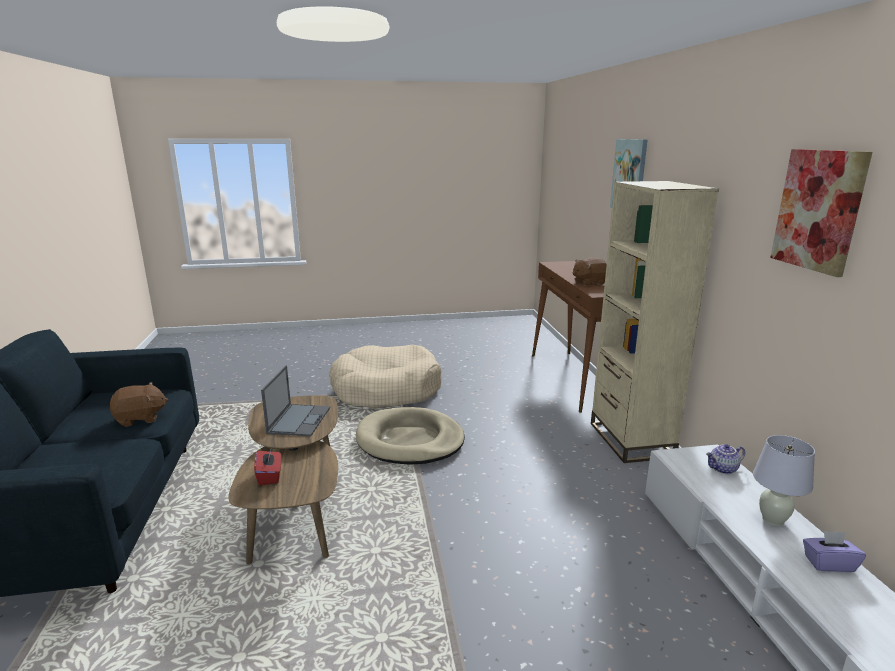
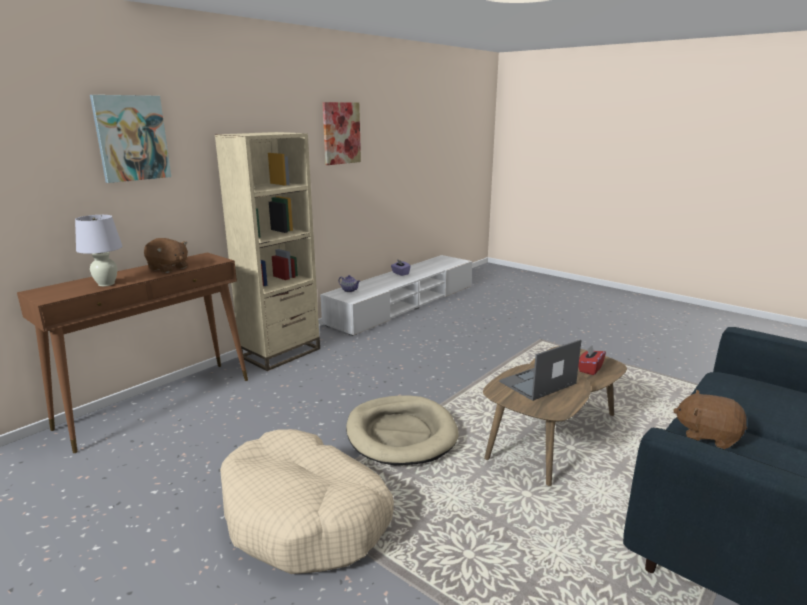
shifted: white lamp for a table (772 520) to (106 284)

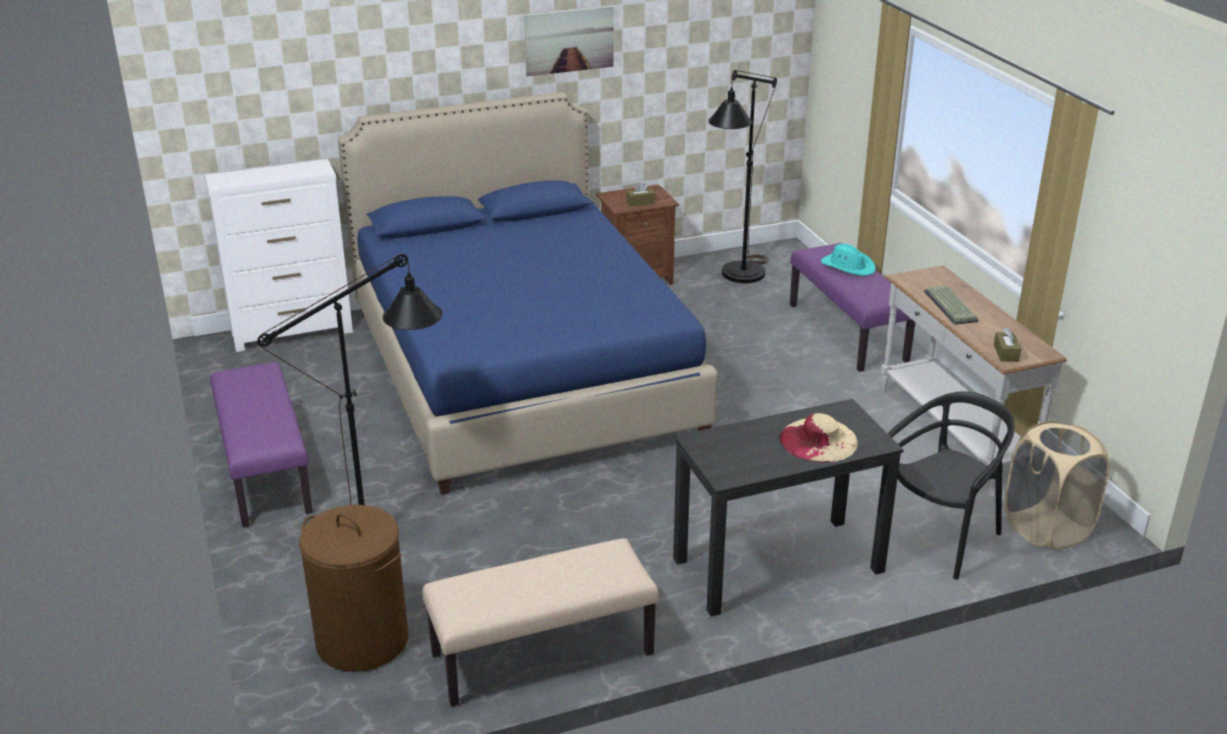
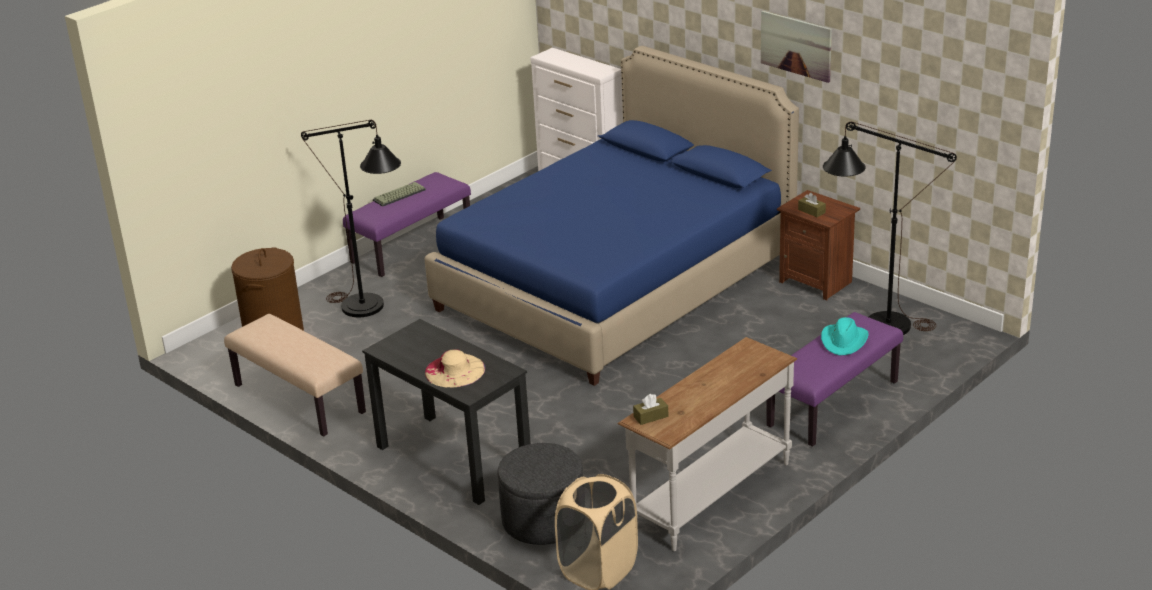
shifted: PC keyboard (952 306) to (399 195)
swapped: black plain chair (940 537) to gray footrest (543 520)

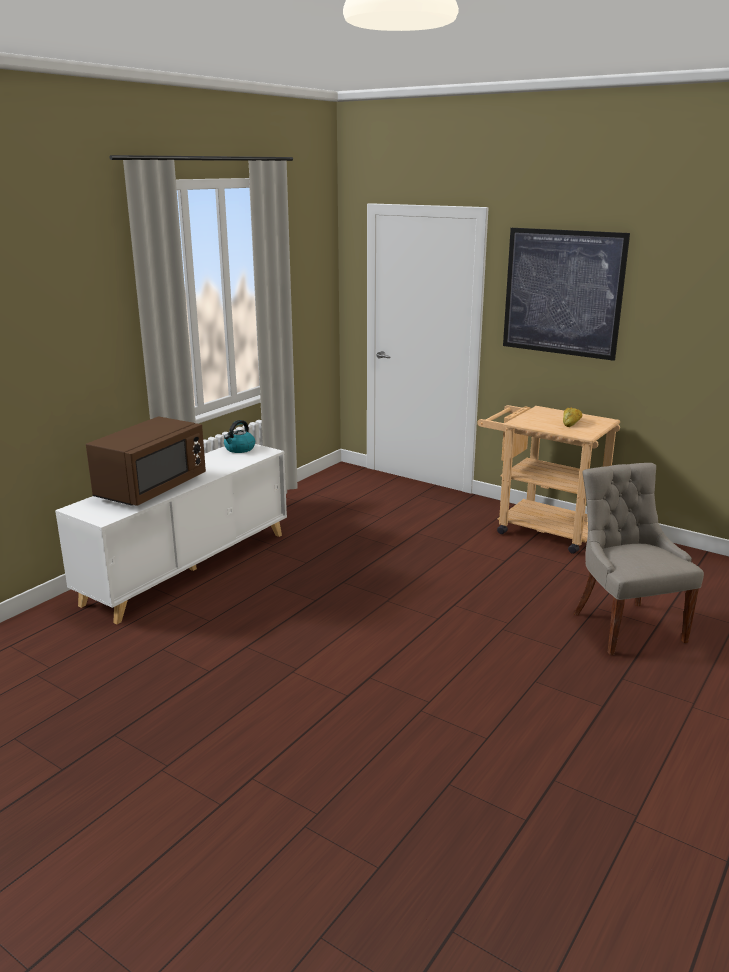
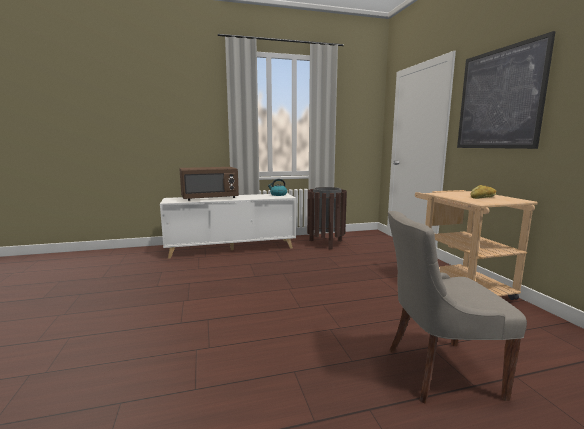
new: brownish trash can (326 243)
rotated: gray plain chair (625 626) = (438 371) 120 degrees counterclockwise

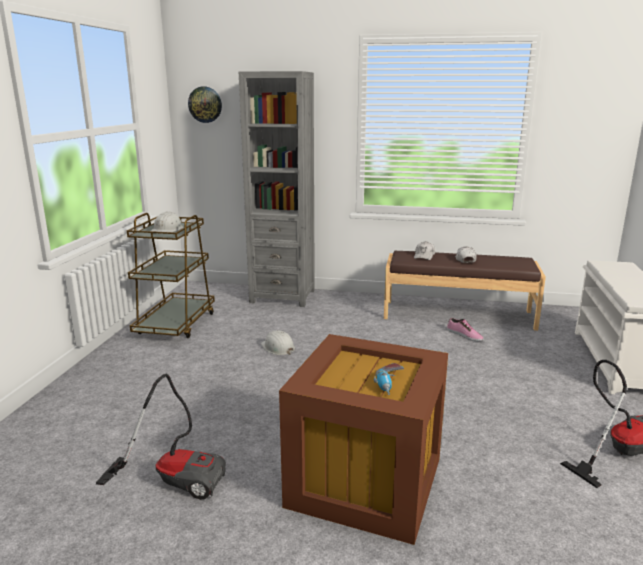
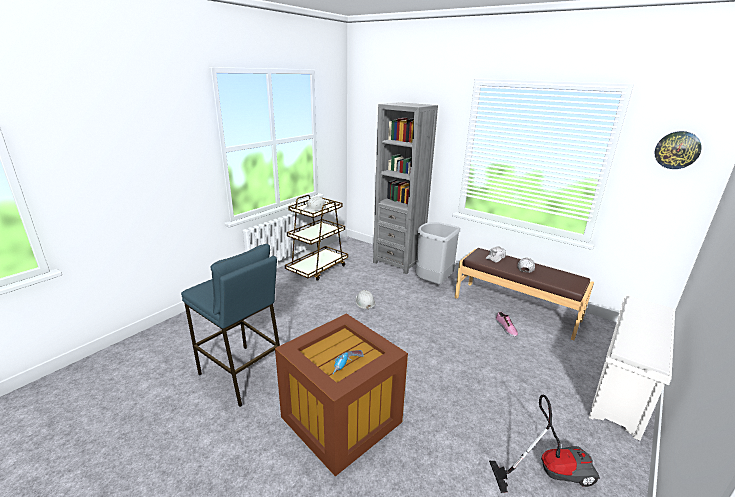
new: gray trash can (433 282)
shifted: hanging clock (205 104) to (677 150)
swapped: vacuum cleaner (176 478) to bluish sitting stool (242 375)

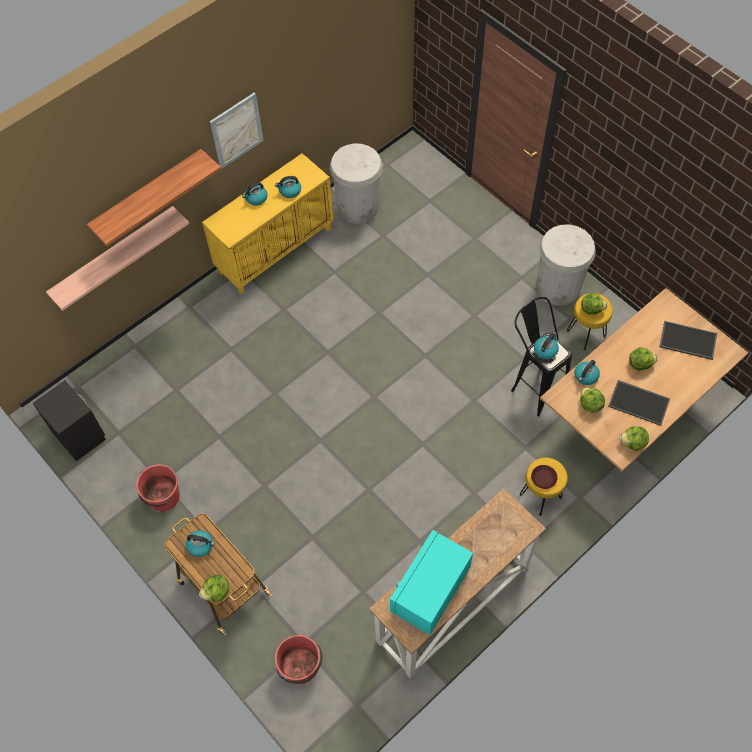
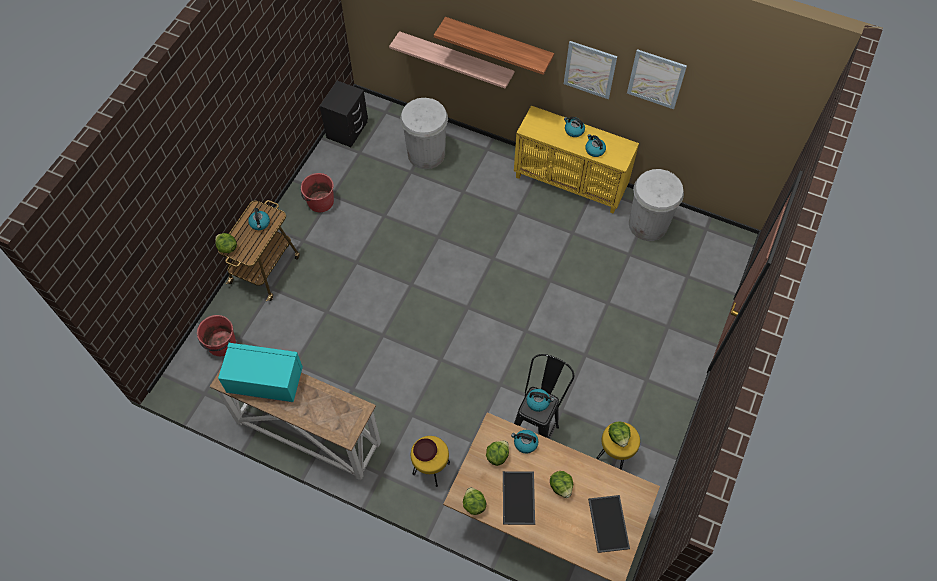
new: wall art (656 79)
shifted: white trash can (558 287) to (426 154)

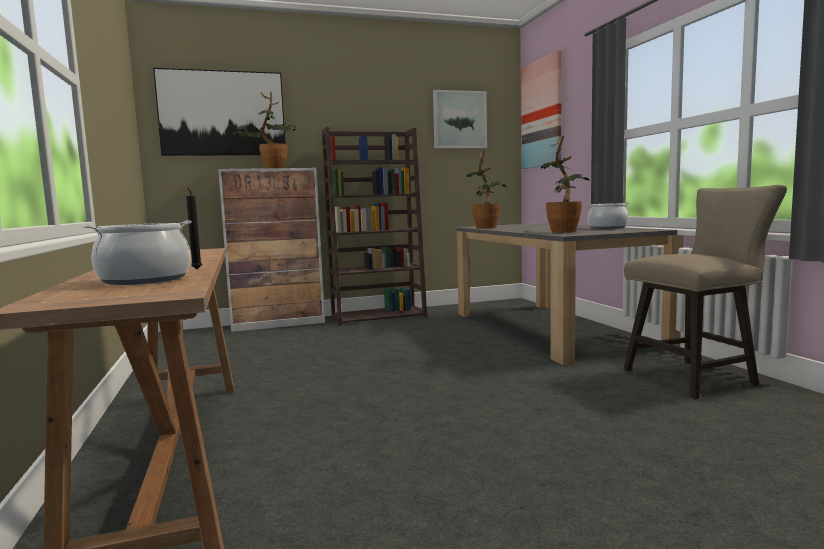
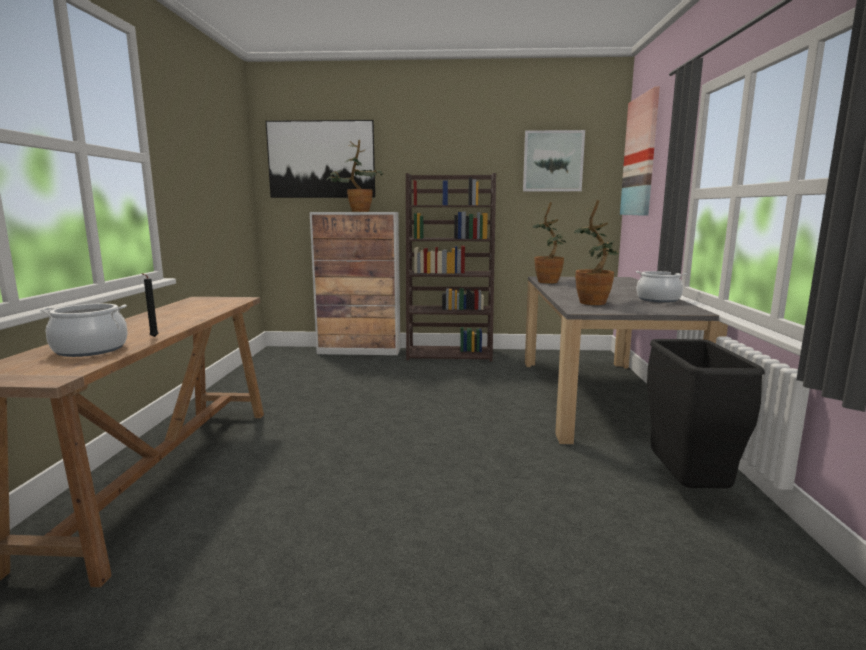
swapped: sand-coloured sitting stool (696 376) to black trash can (687 487)

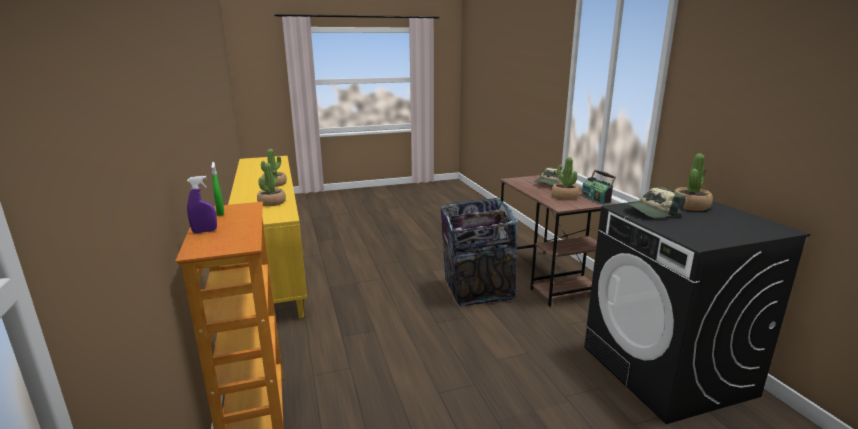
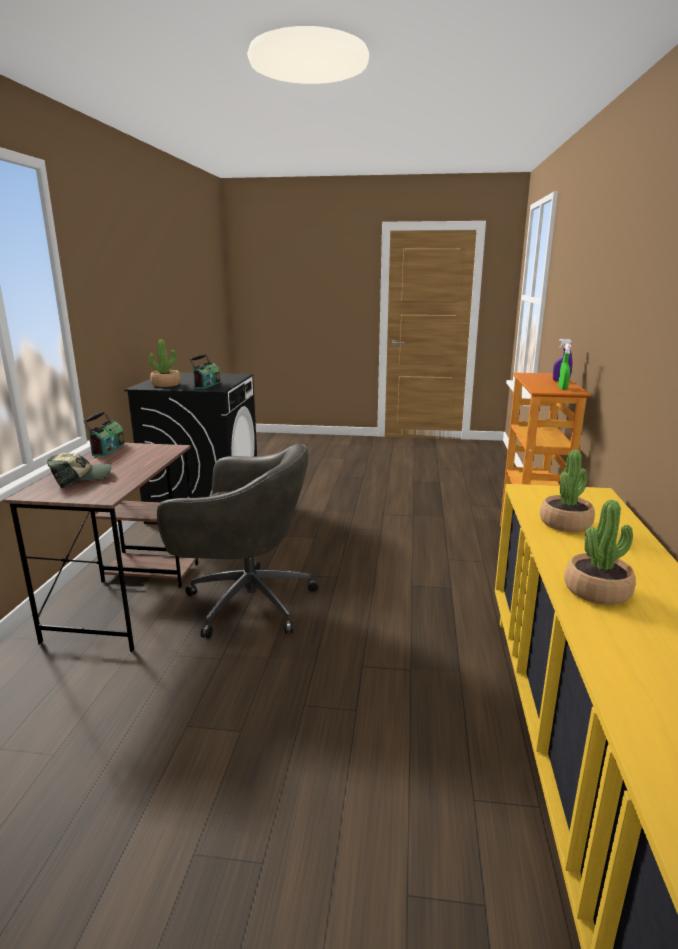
gone: plant in a pot (564 196)
swapped: trash can (477 291) to gray office chair (246 602); peaked cap (652 212) to radio set (206 385)

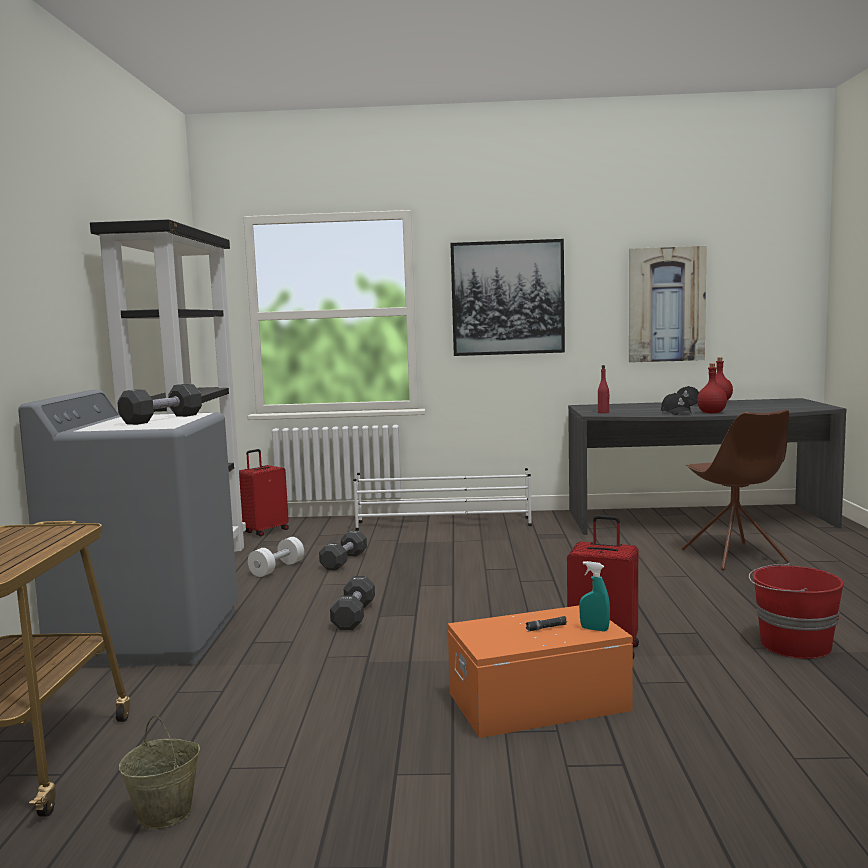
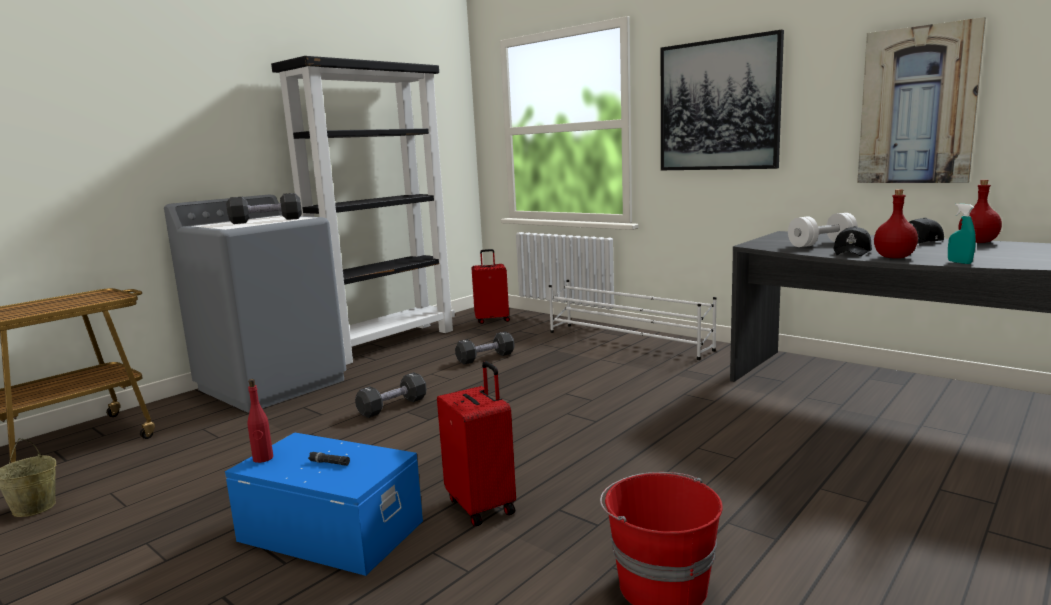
gone: brownish plain chair (734 556)
shifted: red drink bottle (603 412) to (263 458); white dumbbell (277 569) to (821 244); turquoise hand sprayer (594 629) to (959 262)
repainted: orange-coloured storage box (536 701) to bluish storage box (331 529)

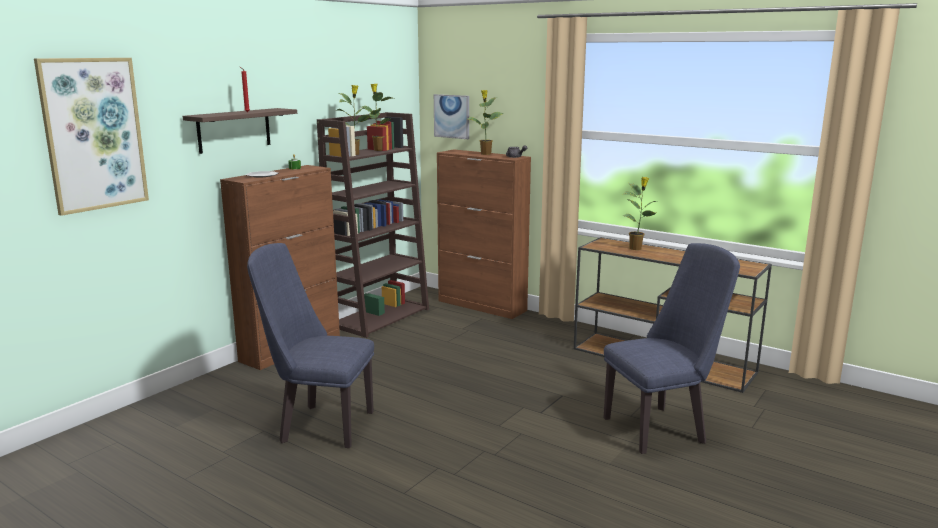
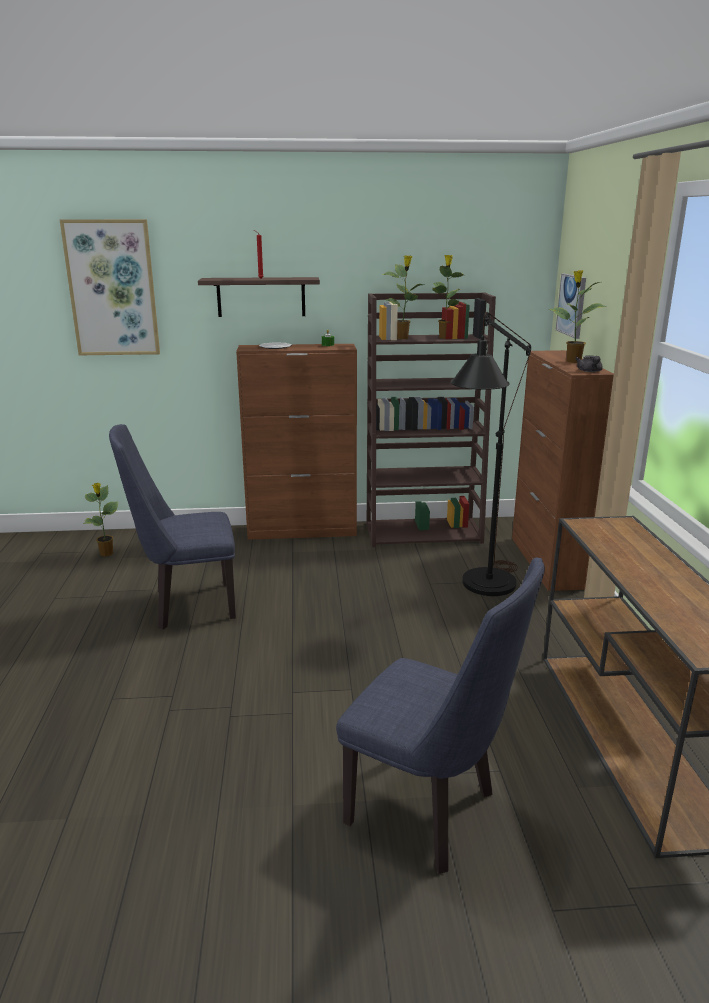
new: black standing lamp (482 589)
shifted: plant in a pot (636 248) to (106 554)
rotated: bluish plain chair (319 425) = (186 606) 75 degrees counterclockwise

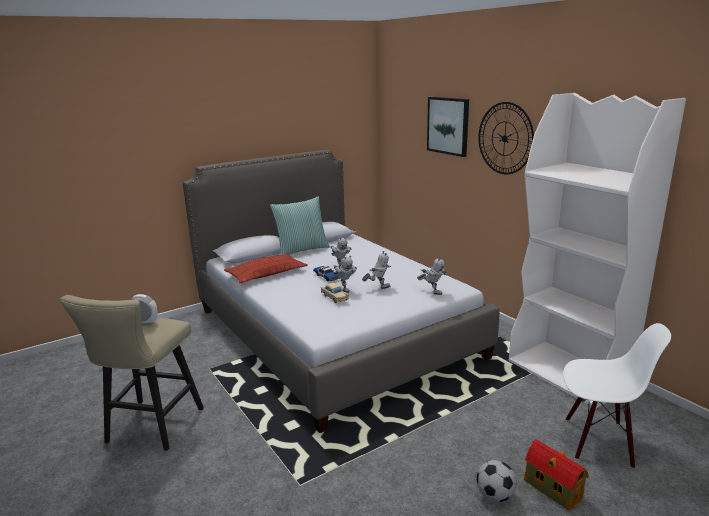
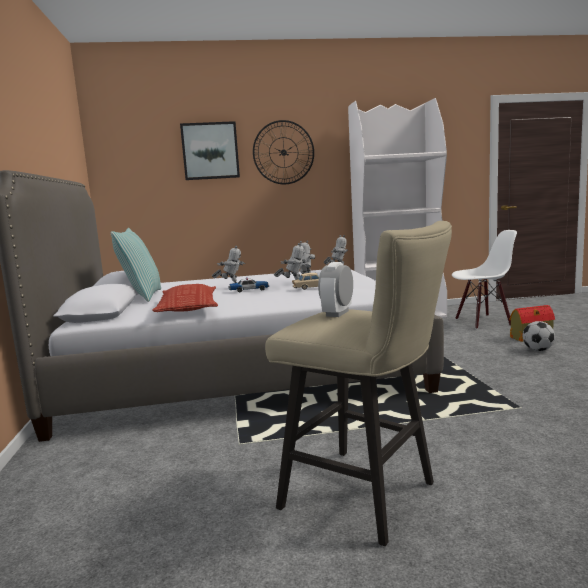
rotated: white plain chair (598 441) = (483 322) 45 degrees clockwise

